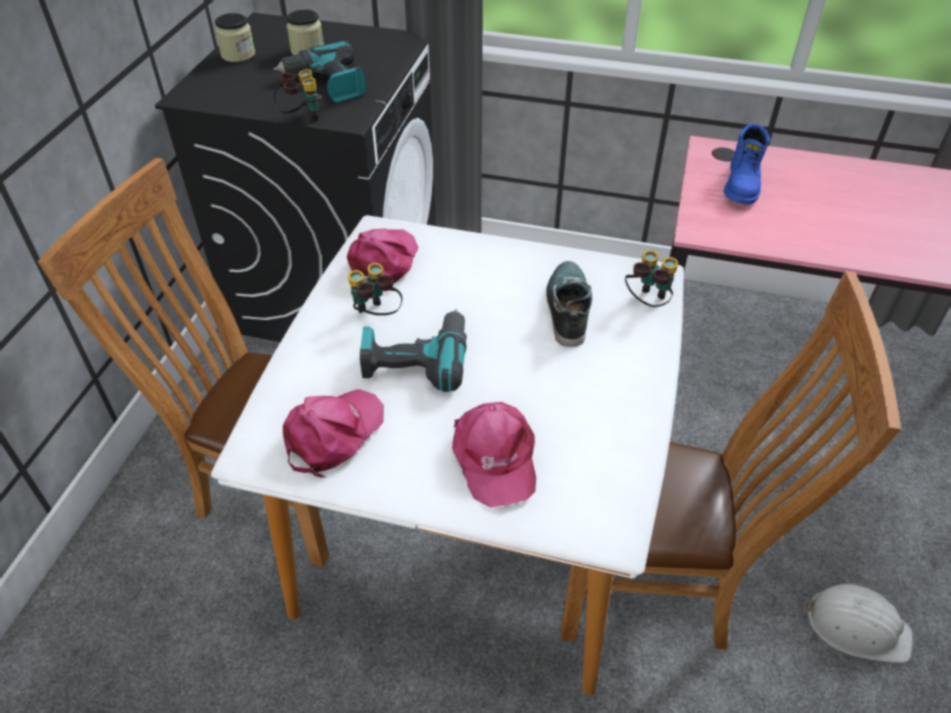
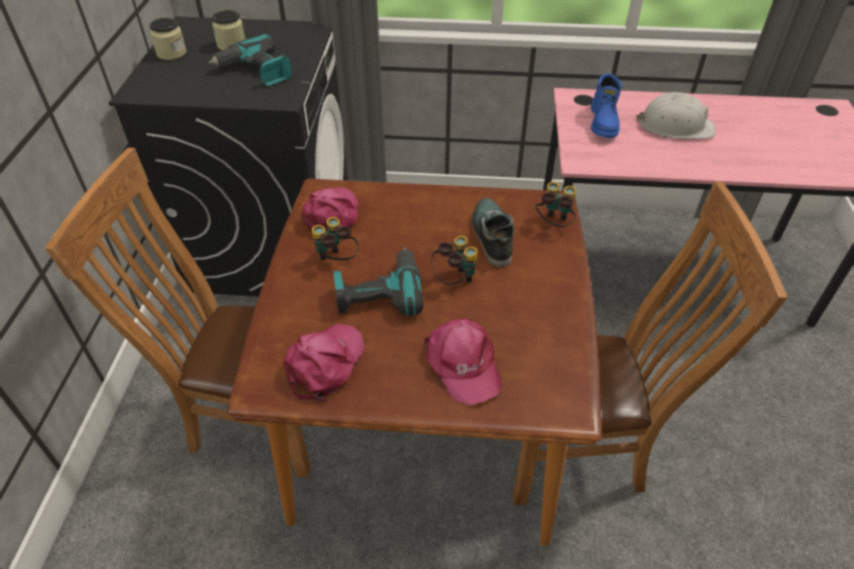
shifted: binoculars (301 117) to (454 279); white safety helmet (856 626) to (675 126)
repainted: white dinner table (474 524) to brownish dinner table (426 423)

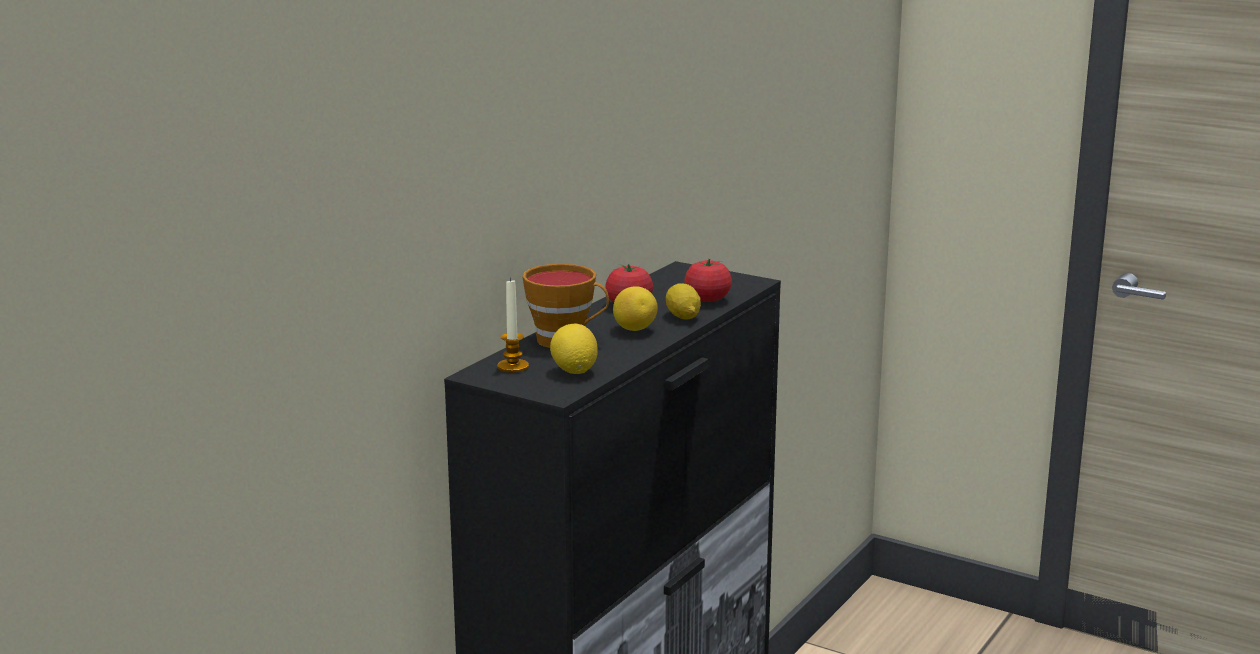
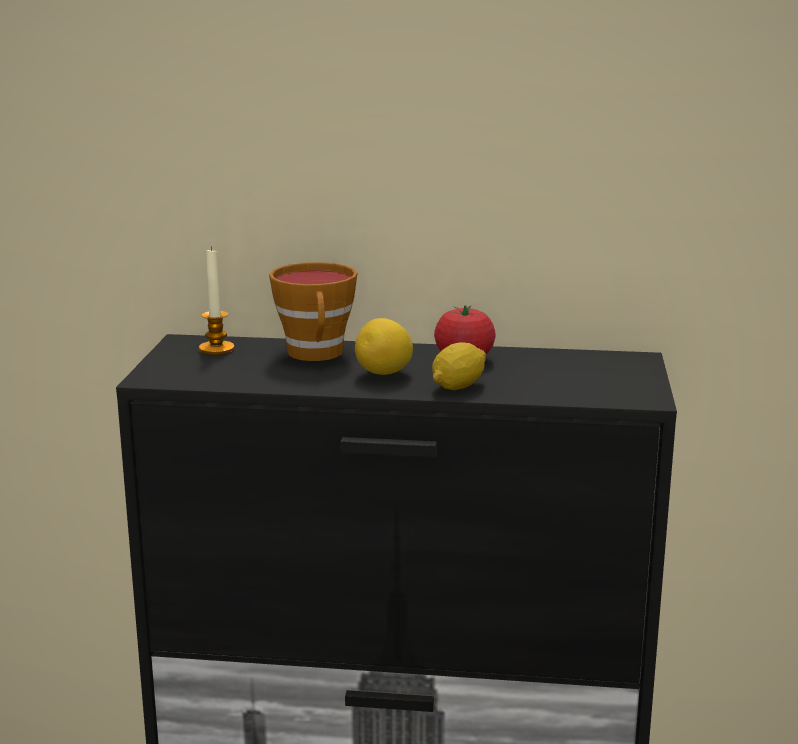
gone: citrus fruit (574 371); tomato (707 299)

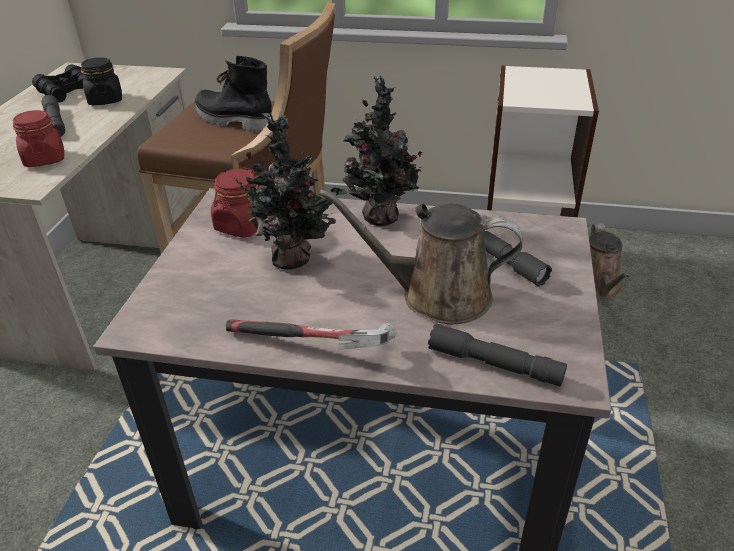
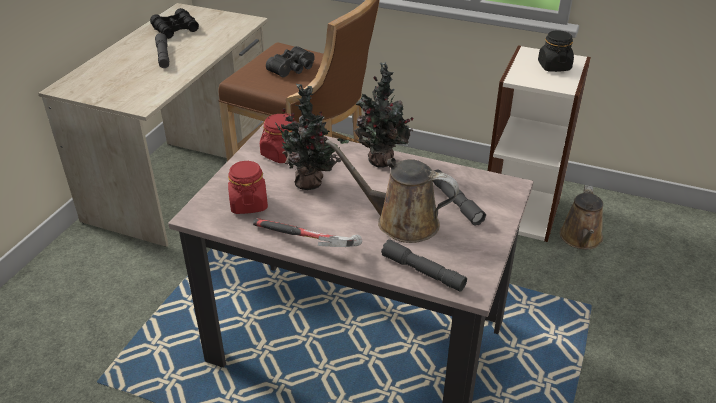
shifted: red preserve jar (45 159) to (248 204); black preserve jar (105 100) to (554 66)
swapped: black tall boot (233 121) to black binoculars (294 69)

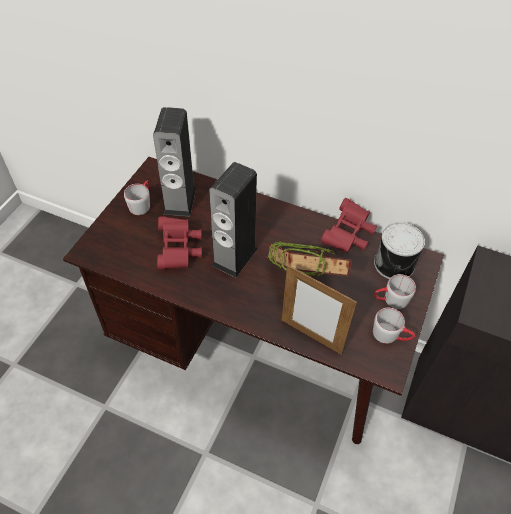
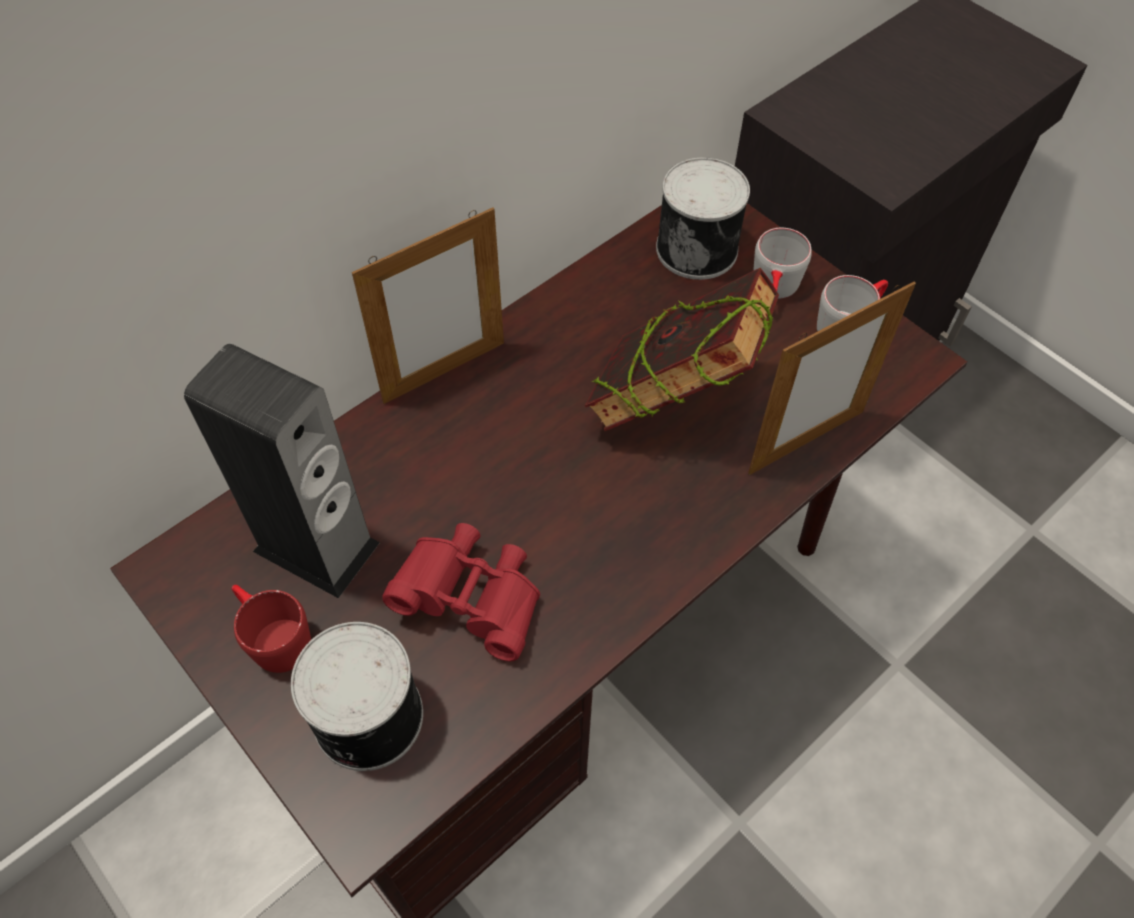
gone: speaker (234 257); red binoculars (348 235)
new: metal can (365 718); picture frame (444 372)
repainted: gray coffee mug (141 203) to red coffee mug (272 636)

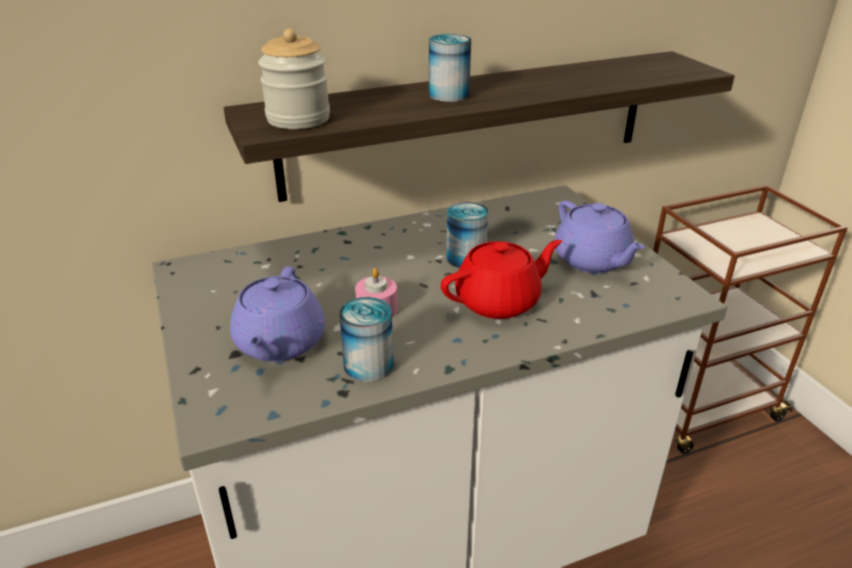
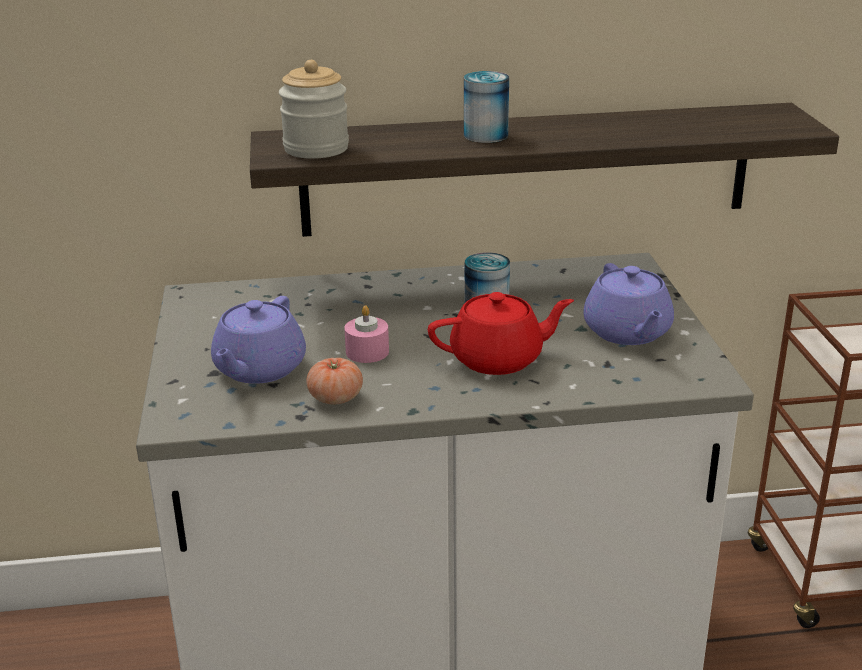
swapped: metal can (368 365) to tomato (335 398)

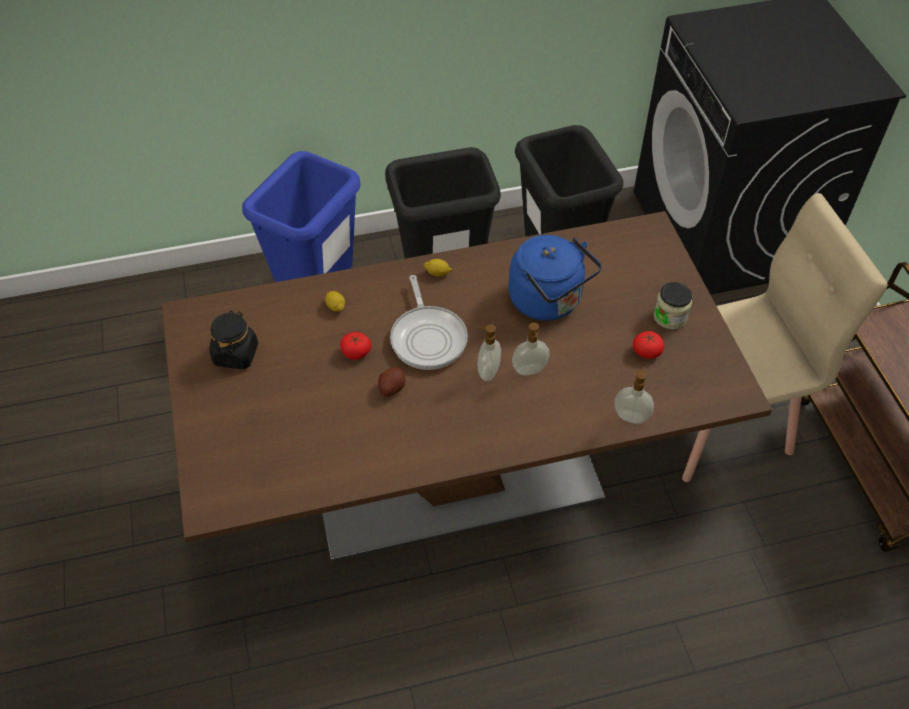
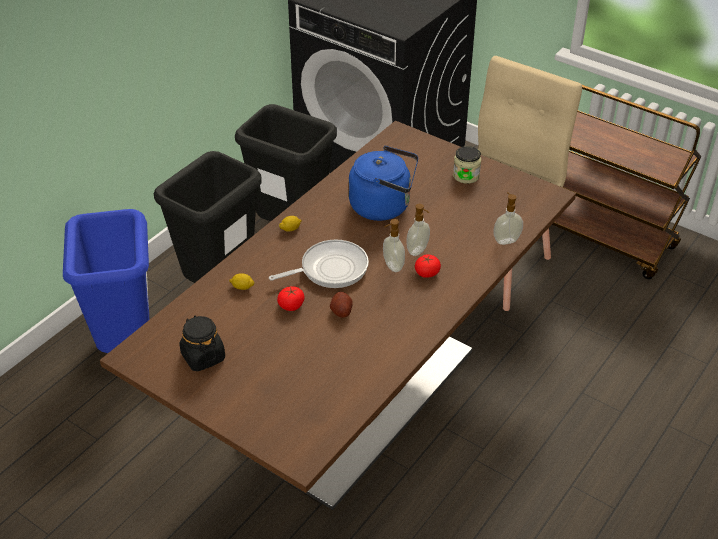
shifted: tomato (646 351) to (427 273)
rotated: skillet (428 337) = (330 269) 60 degrees counterclockwise

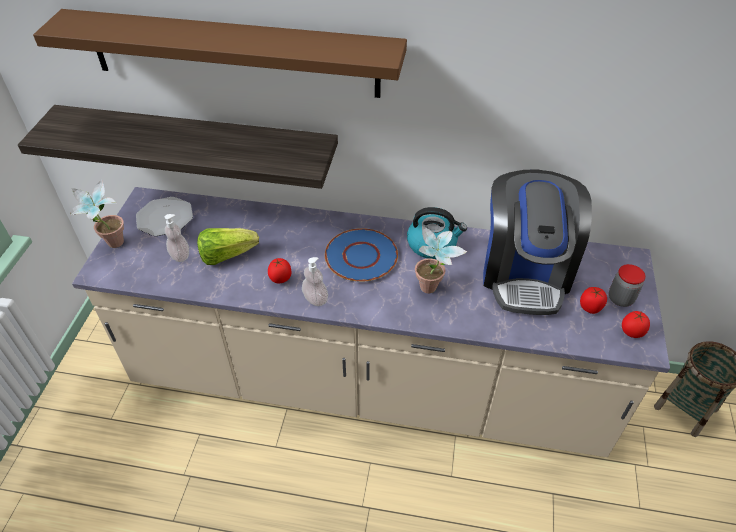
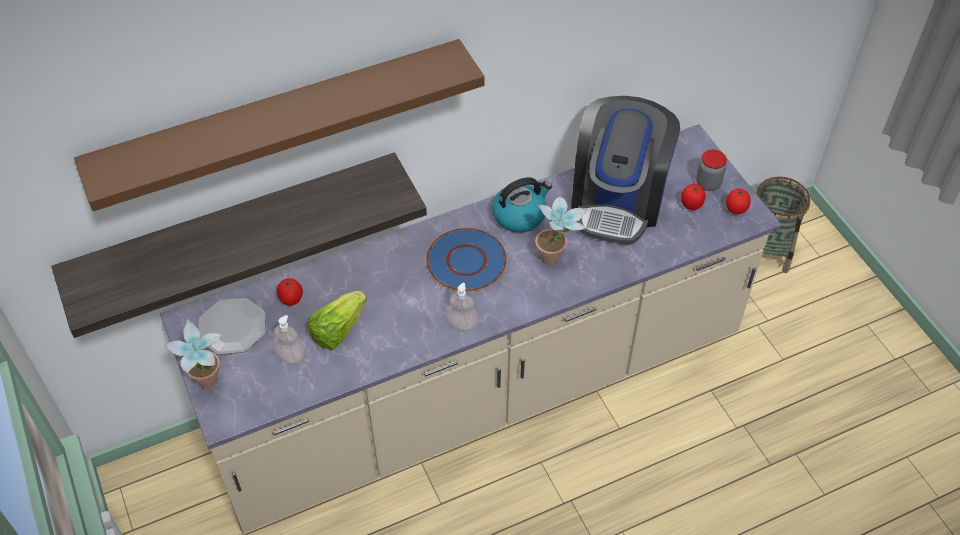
shifted: tomato (280 279) to (291 300)
rotated: coffee machine (525 272) = (618 200) 45 degrees clockwise

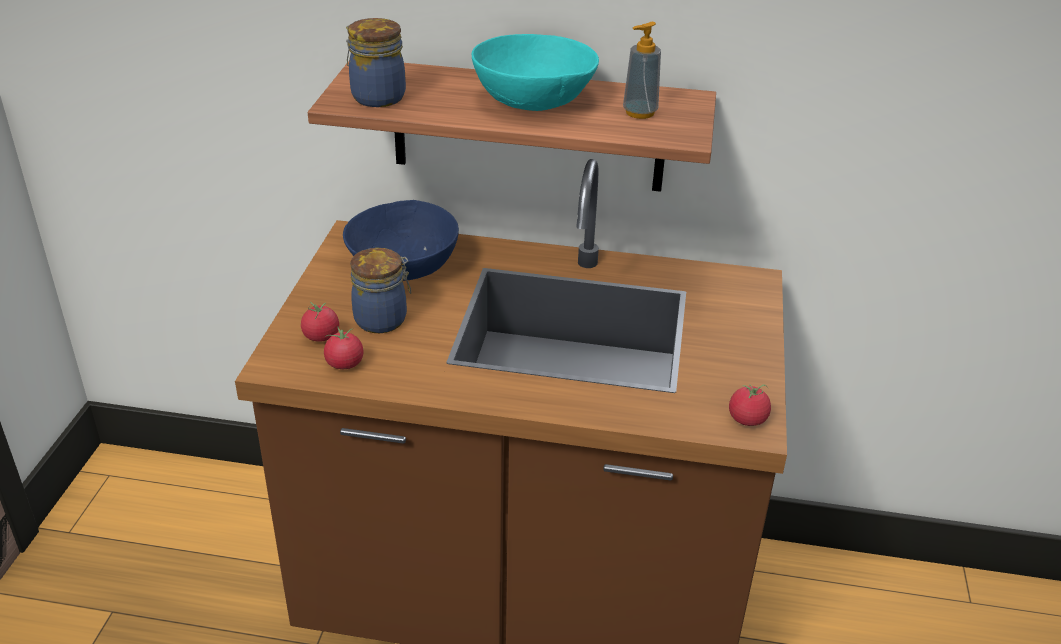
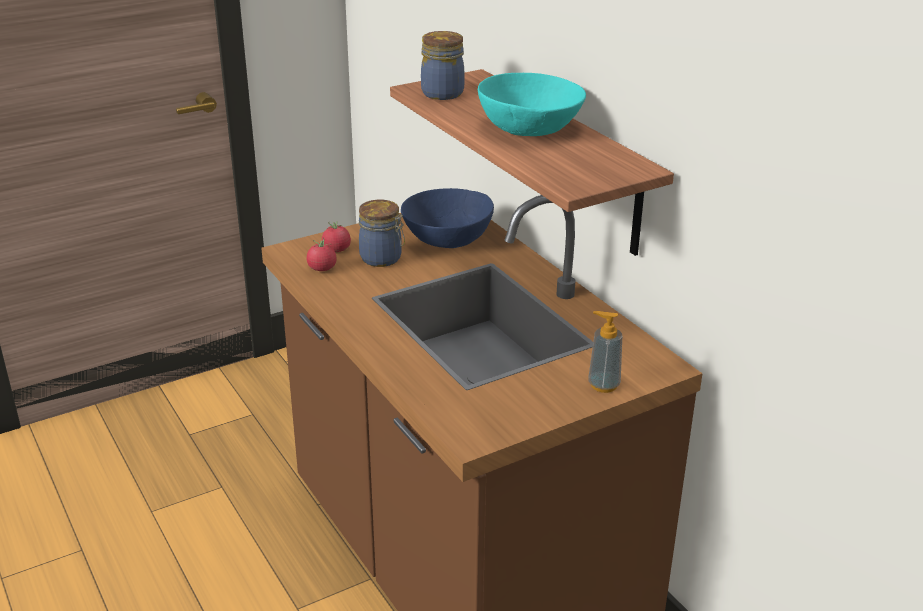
gone: tomato (747 419)
shifted: liquid soap bottle (639 112) to (603 385)

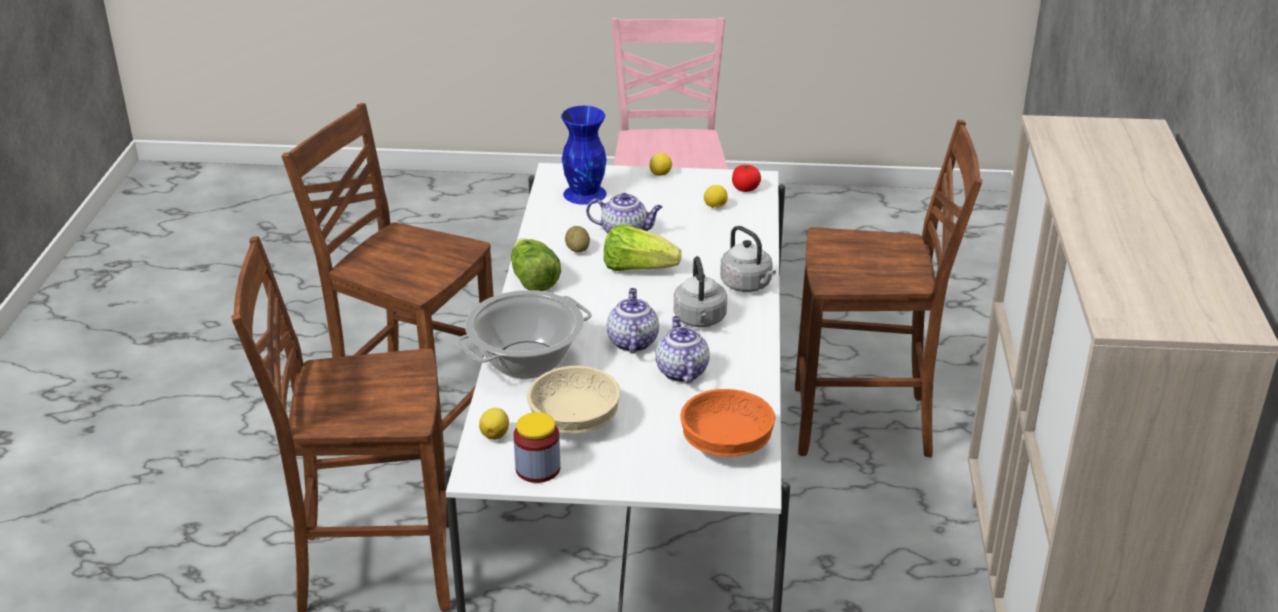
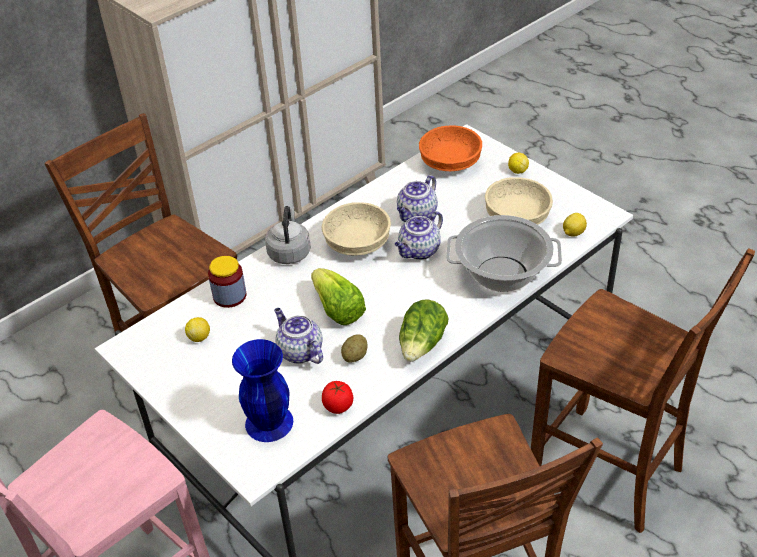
shifted: preserve jar (538 468) to (229 296); tomato (745 188) to (338 405); citrus fruit (660 174) to (517 171)
swapped: gray water kettle (700 320) to sand-coloured bowl (357 243)

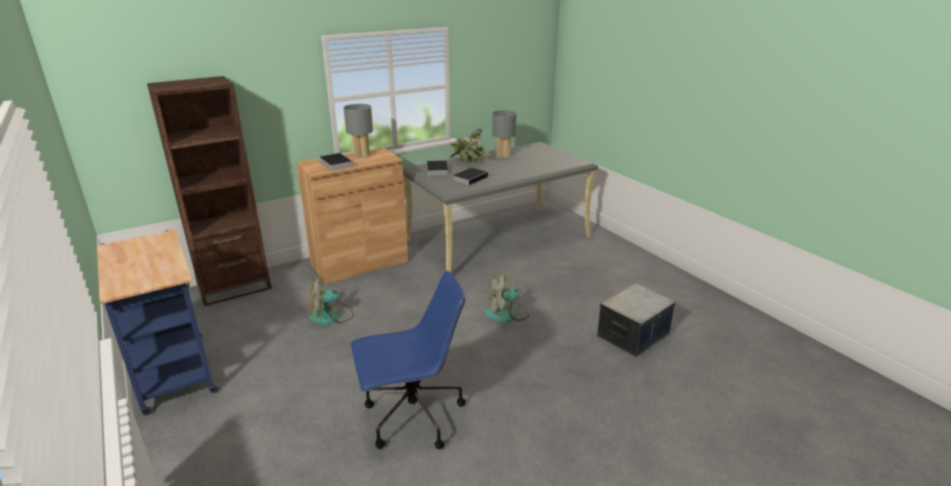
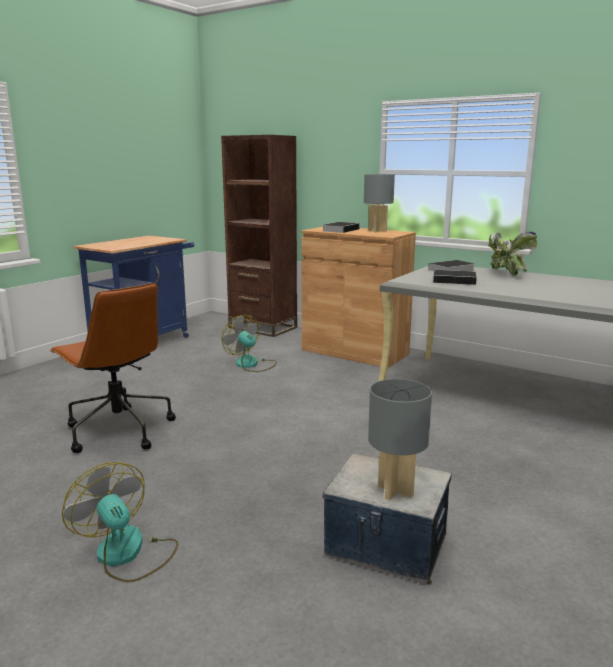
shifted: cooling fan (506 314) to (127 554); gray lamp for a table (503 156) to (395 491)
repainted: bluish office chair (412 417) to brownish office chair (118 430)

